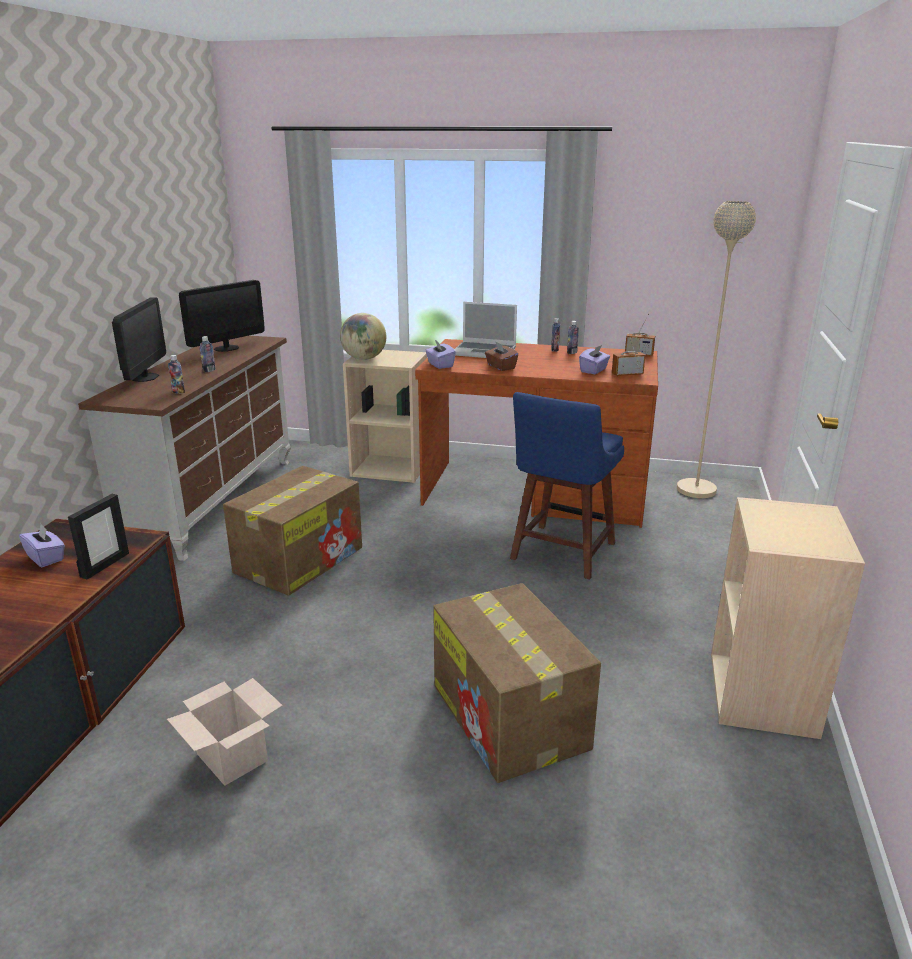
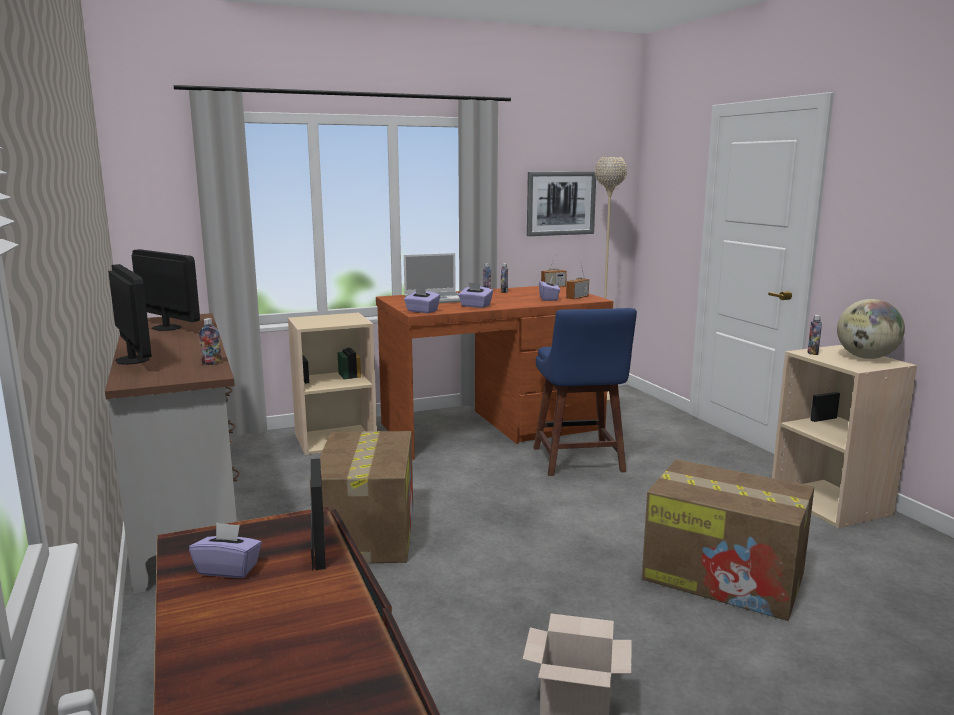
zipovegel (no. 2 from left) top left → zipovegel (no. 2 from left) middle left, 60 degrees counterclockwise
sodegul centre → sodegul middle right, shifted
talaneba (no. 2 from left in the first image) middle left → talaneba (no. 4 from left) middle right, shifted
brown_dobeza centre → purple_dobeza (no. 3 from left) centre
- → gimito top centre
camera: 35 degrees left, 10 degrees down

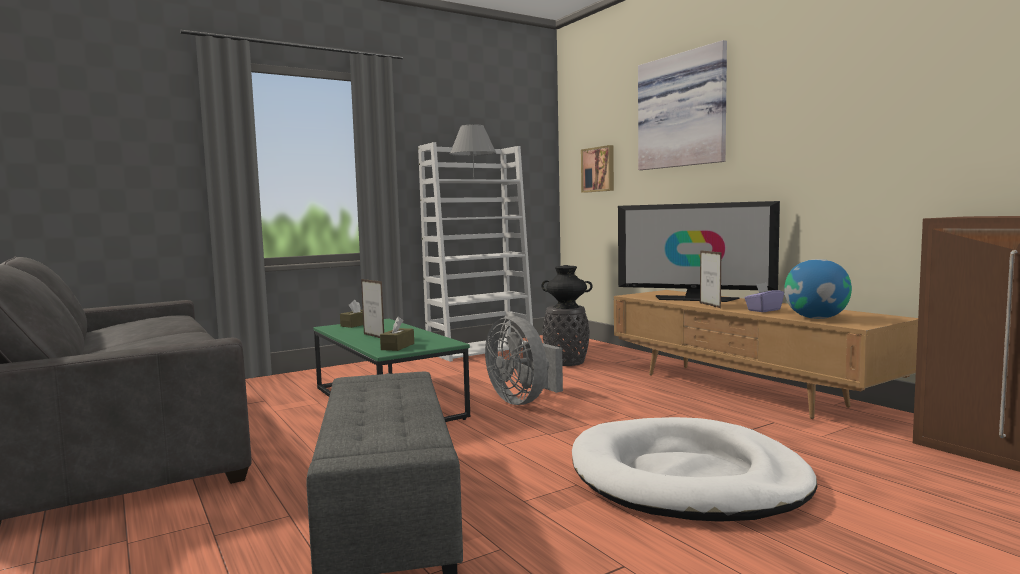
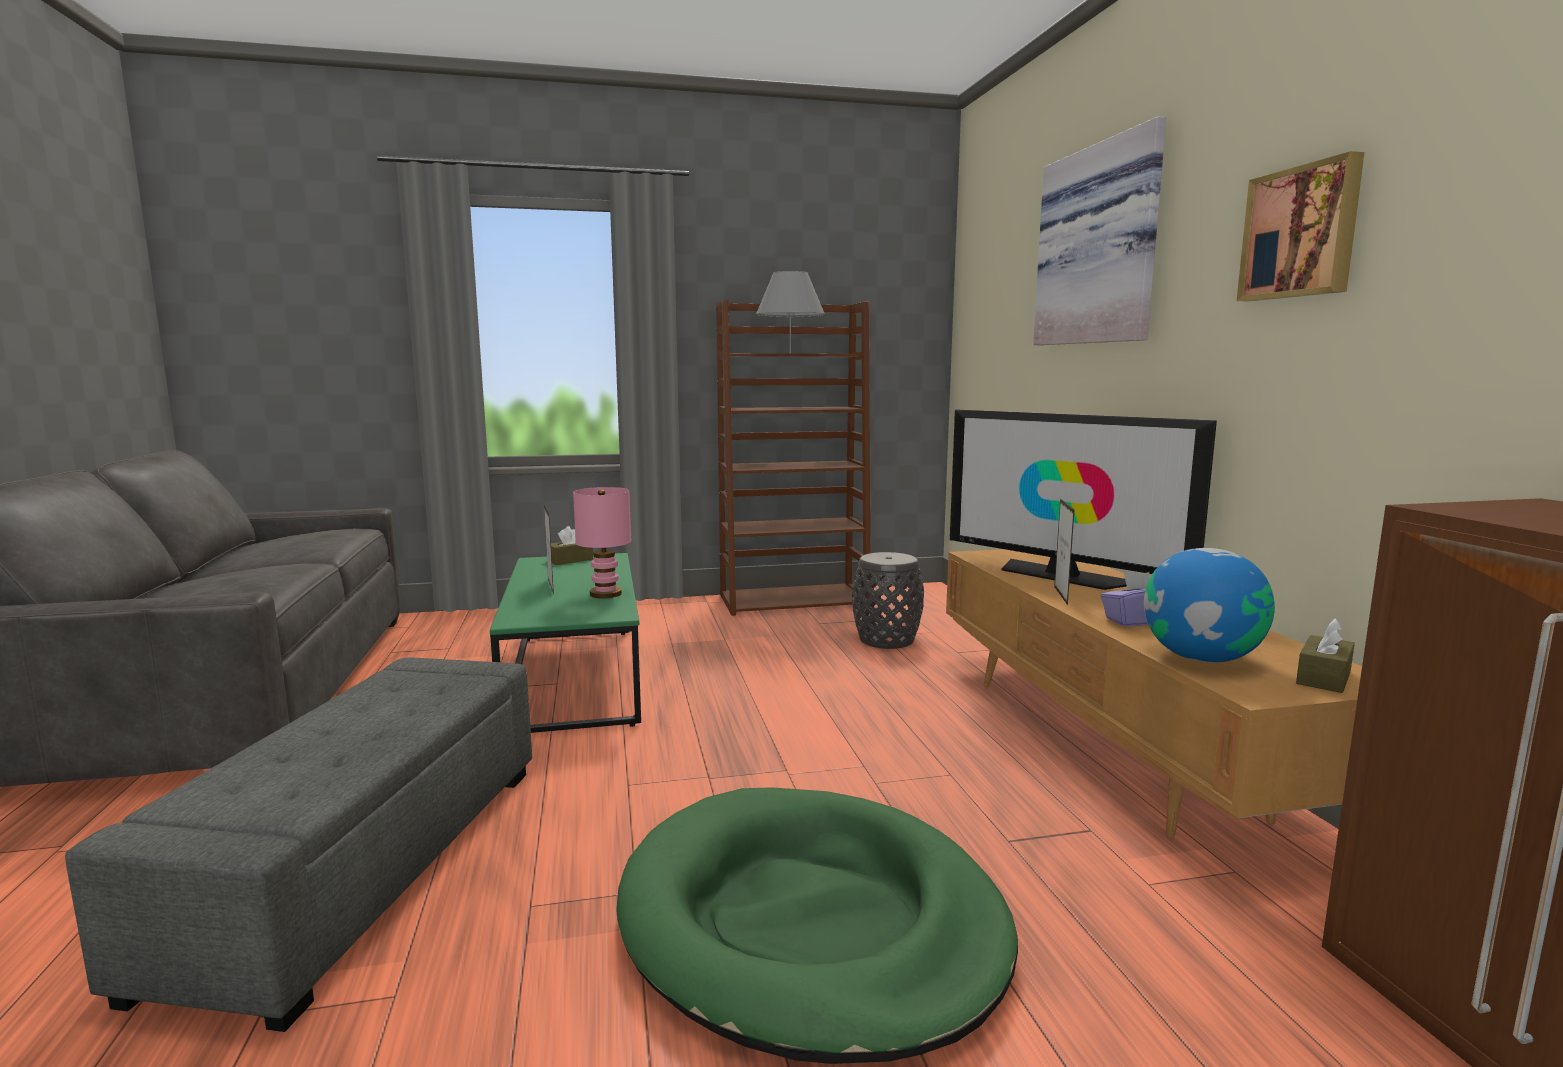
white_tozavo centre → brown_tozavo centre
gimito (no. 1 from left in the first image) top centre → gimito (no. 2 from left) top right, shifted
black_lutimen centre → -
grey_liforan centre → -
brown_dobeza (no. 2 from left) centre → brown_dobeza (no. 2 from left) middle right, shifted
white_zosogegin bottom right → green_zosogegin bottom centre
- → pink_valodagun centre
camera: 20 degrees right, 5 degrees up

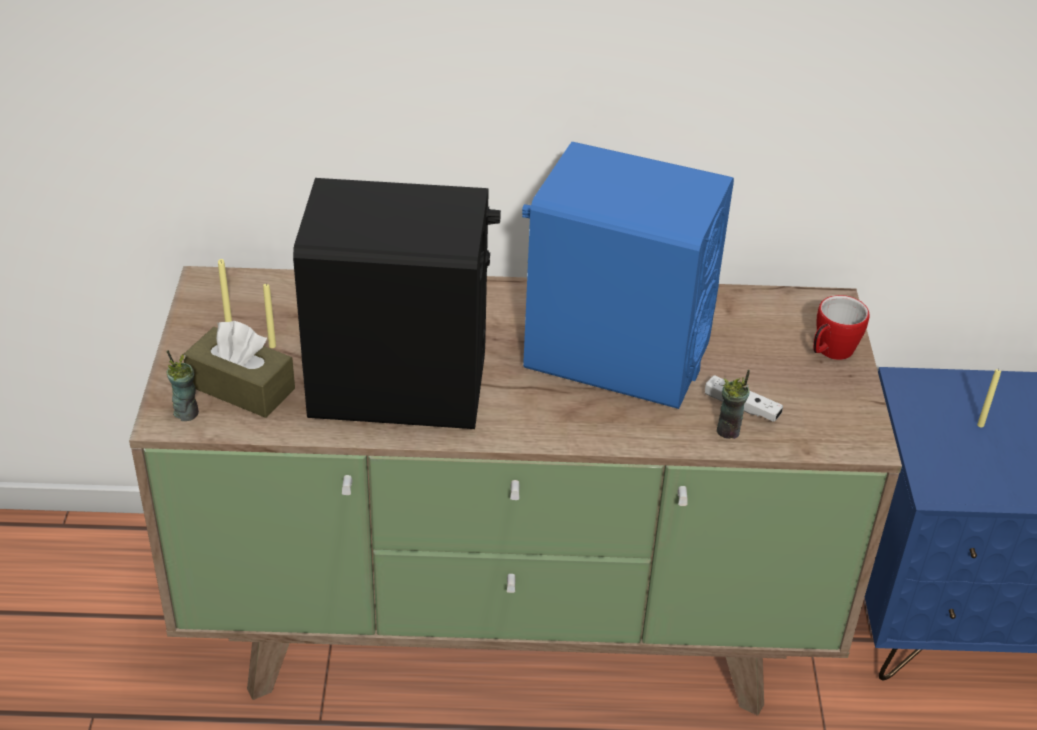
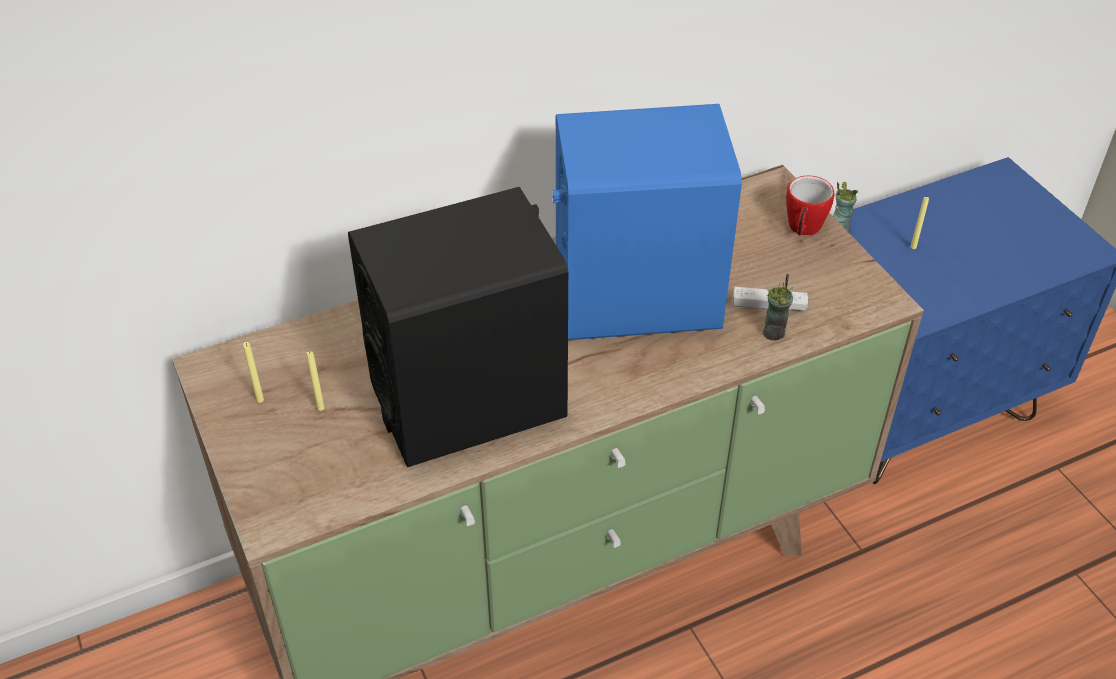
brown_dobeza middle left → -
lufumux (no. 1 from left in the first image) middle left → lufumux (no. 2 from left) top right, shifted
camera: 25 degrees left, 5 degrees up

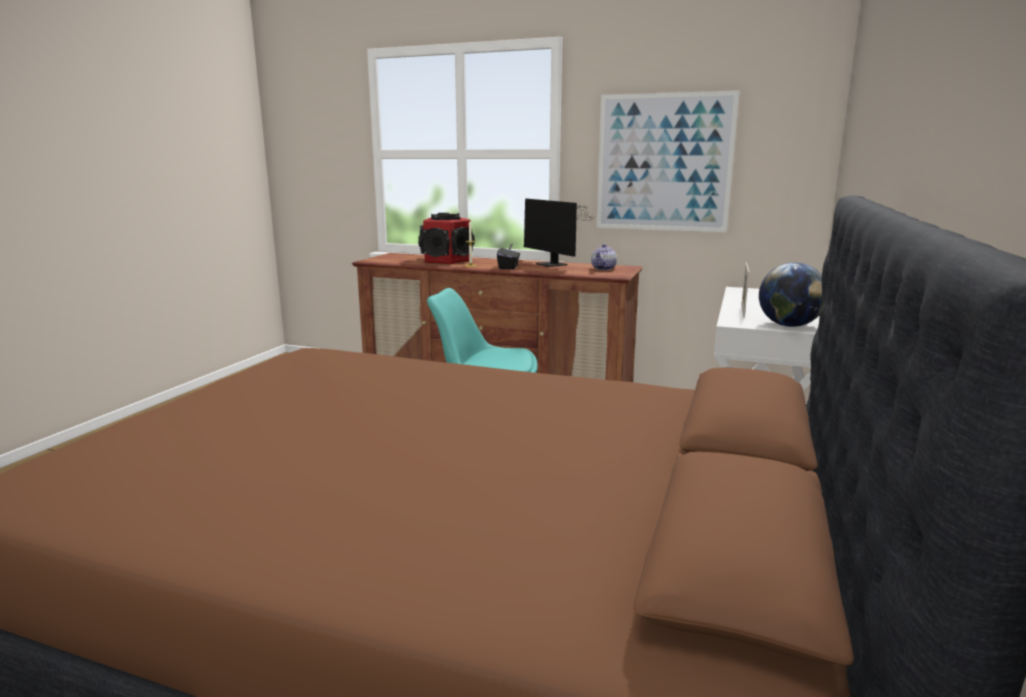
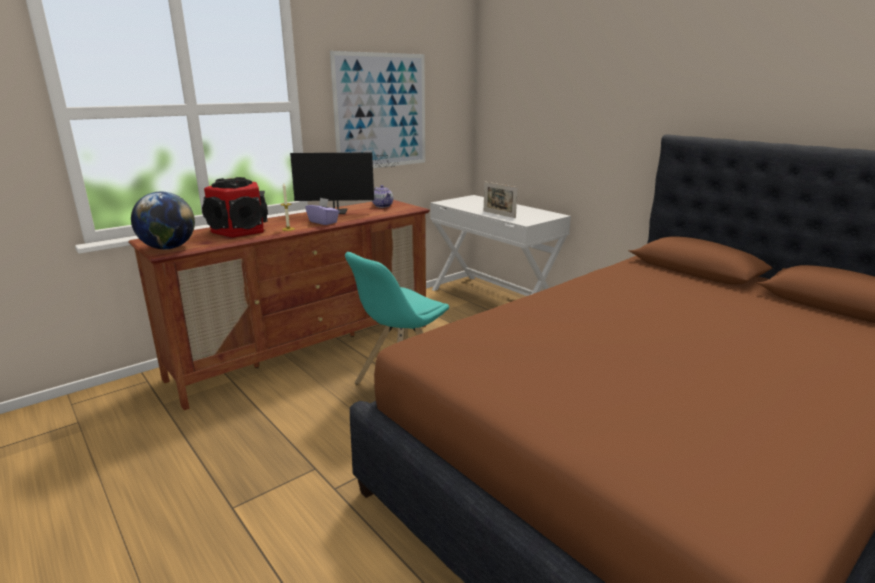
black_dobeza centre → purple_dobeza centre
sodegul middle right → sodegul middle left, shifted
camera: 60 degrees left, 5 degrees up

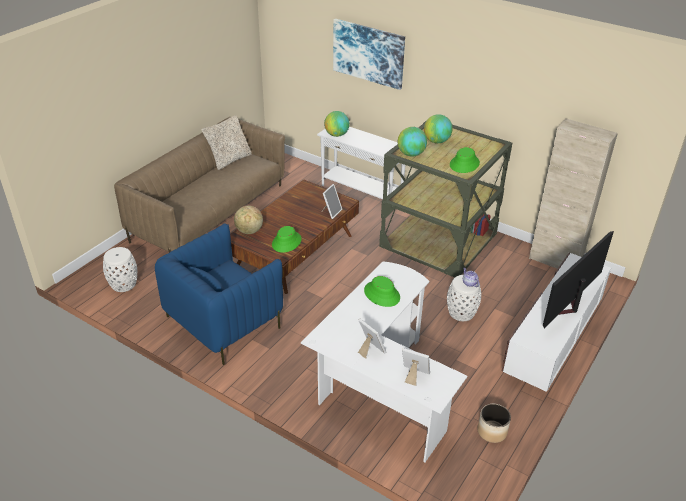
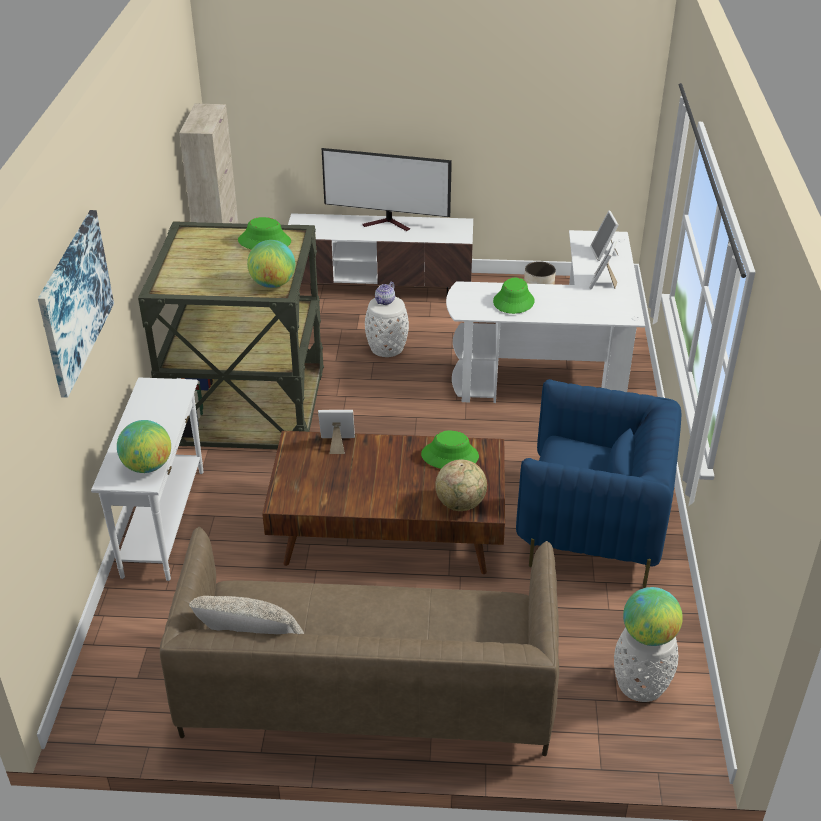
sodegul (no. 4 from left) top centre → sodegul (no. 4 from left) bottom right, shifted
camera: 120 degrees left, 0 degrees up

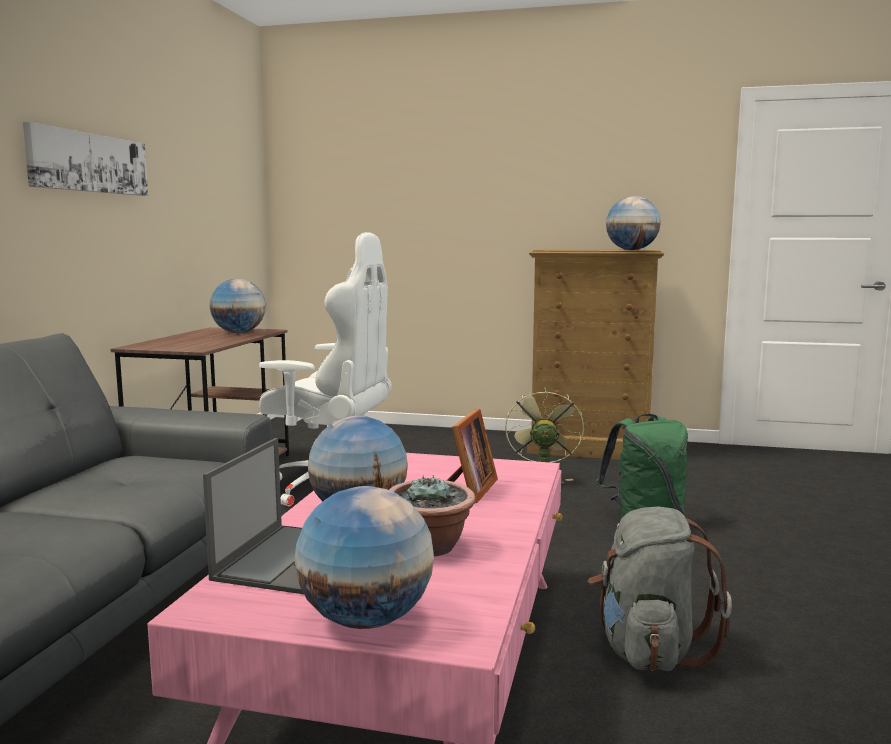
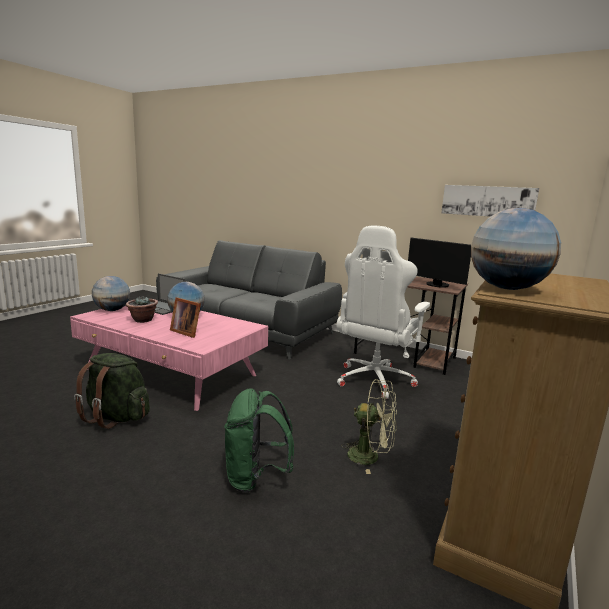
gimito top left → gimito top right, shifted
sodegul (no. 1 from left) middle left → zipovegel middle right
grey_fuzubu bottom right → green_fuzubu (no. 1 from left) middle left
camera: 105 degrees right, 5 degrees up

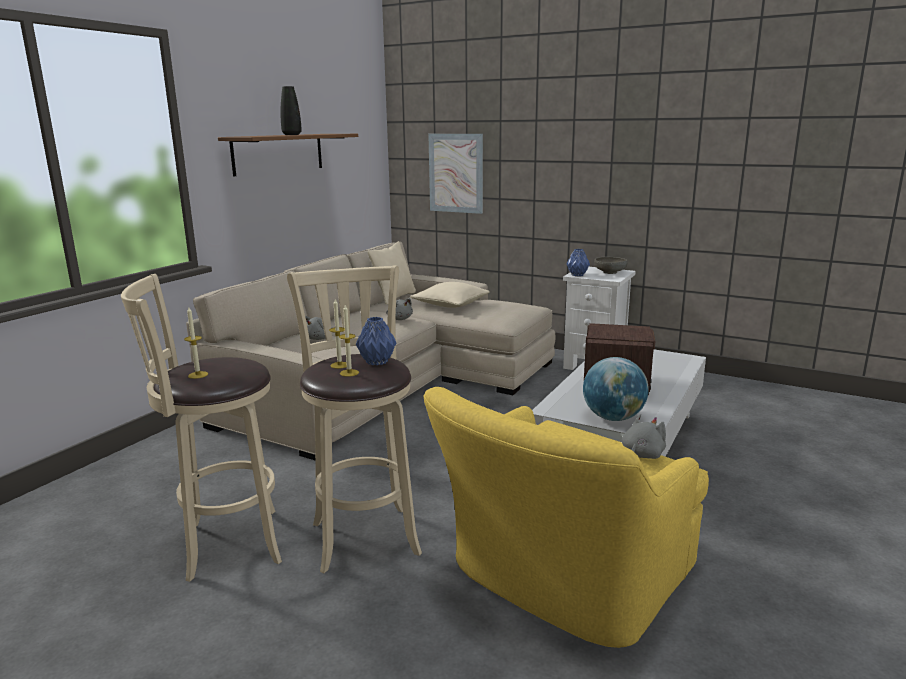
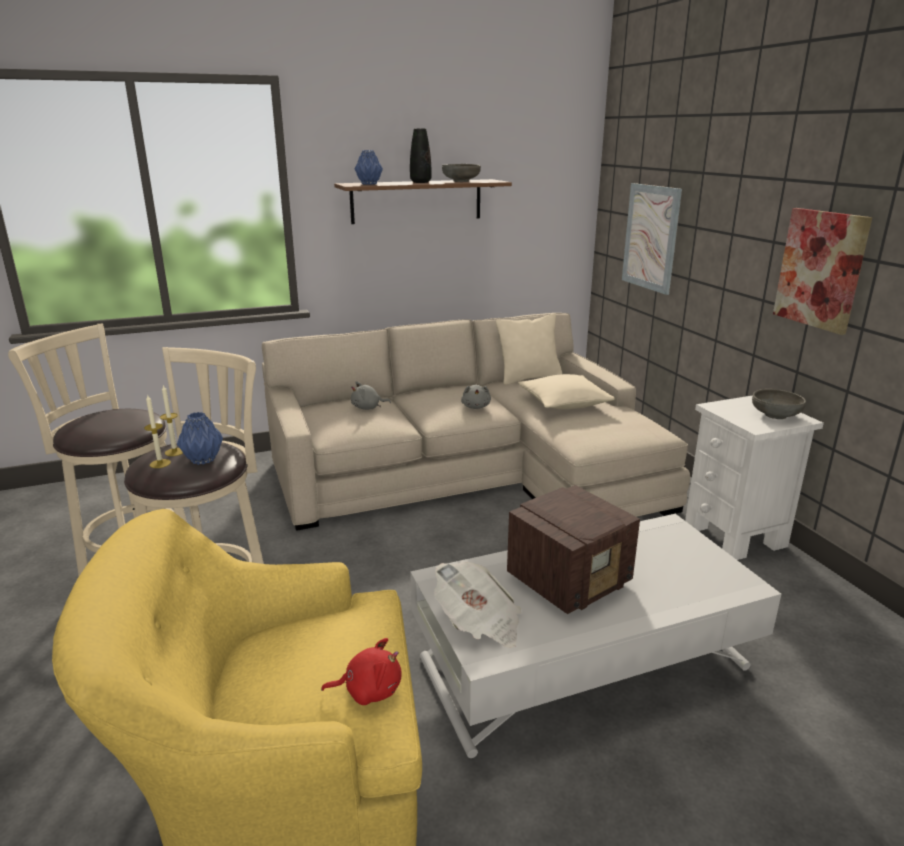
blue_lutimen (no. 2 from left) centre → blue_lutimen (no. 2 from left) top centre, shifted
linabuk (no. 1 from left) middle left → -
sodegul middle right → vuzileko bottom centre
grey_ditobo (no. 3 from left) middle right → red_ditobo bottom centre
- → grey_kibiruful (no. 1 from left) top centre
- → gimito (no. 2 from left) top right
camera: 40 degrees right, 5 degrees up

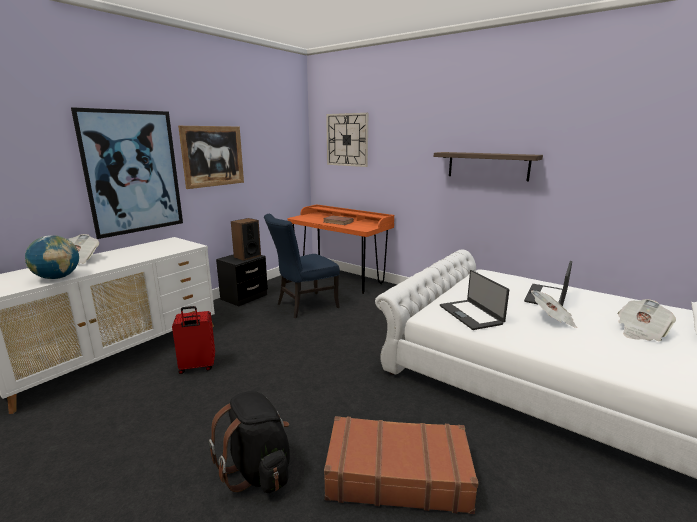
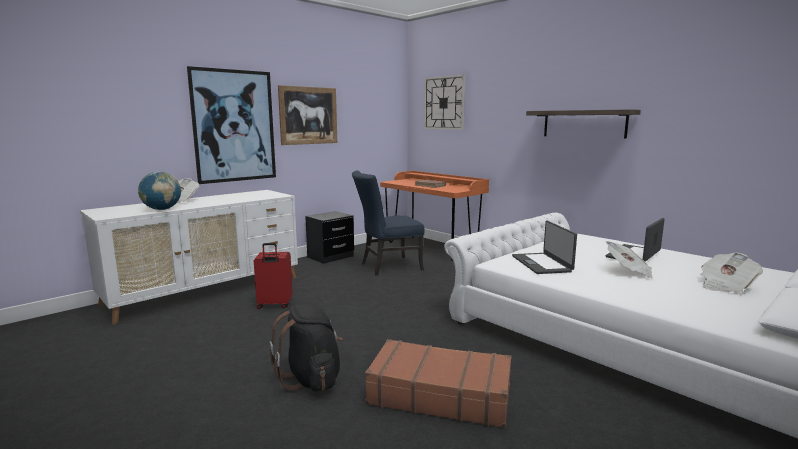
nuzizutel centre → -
camera: 10 degrees right, 5 degrees down

